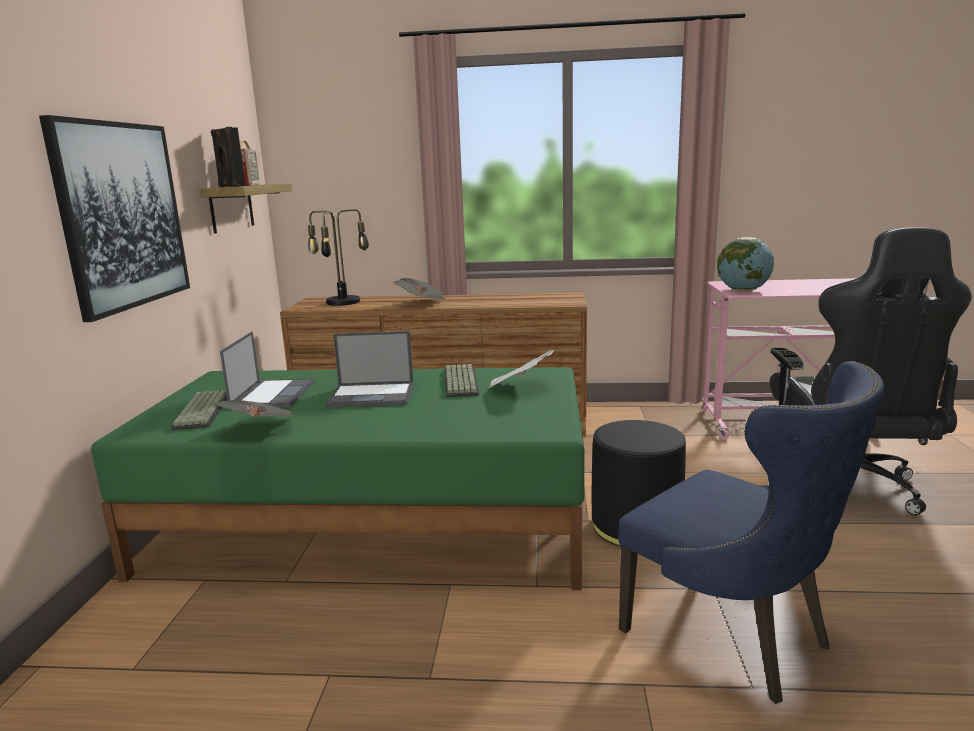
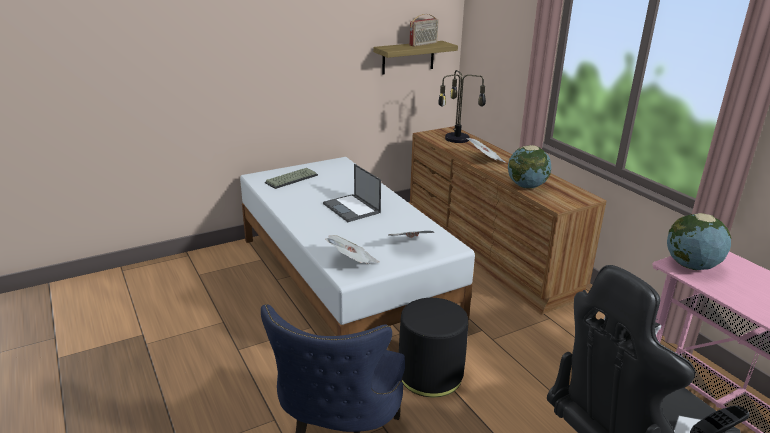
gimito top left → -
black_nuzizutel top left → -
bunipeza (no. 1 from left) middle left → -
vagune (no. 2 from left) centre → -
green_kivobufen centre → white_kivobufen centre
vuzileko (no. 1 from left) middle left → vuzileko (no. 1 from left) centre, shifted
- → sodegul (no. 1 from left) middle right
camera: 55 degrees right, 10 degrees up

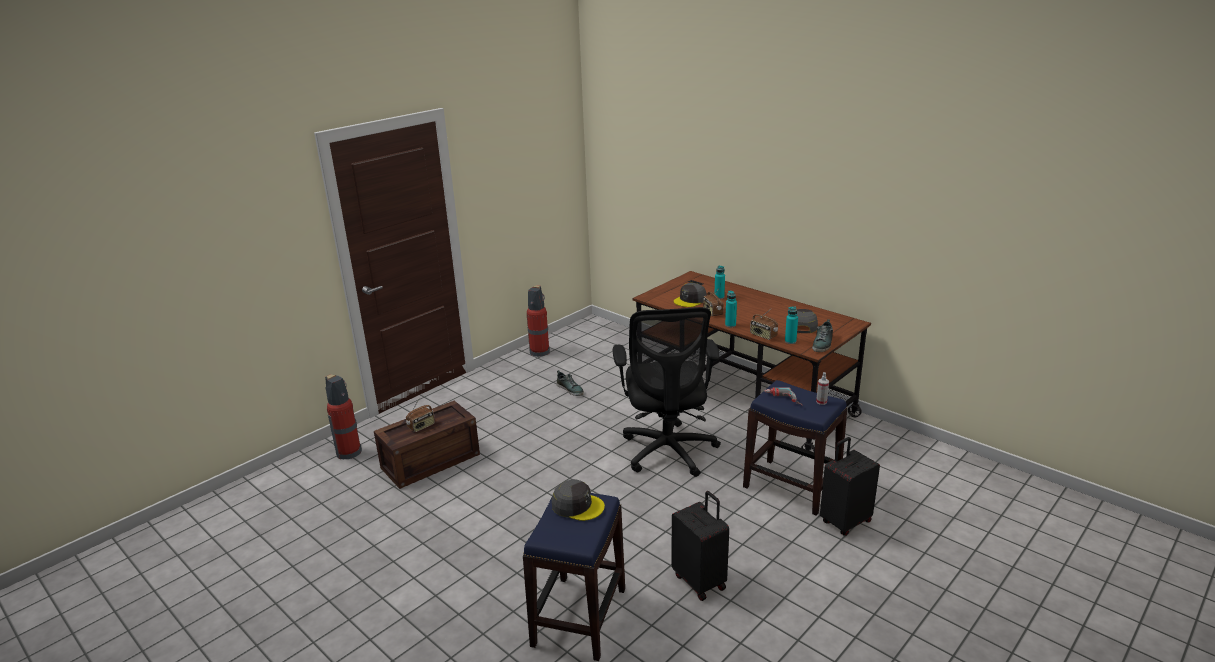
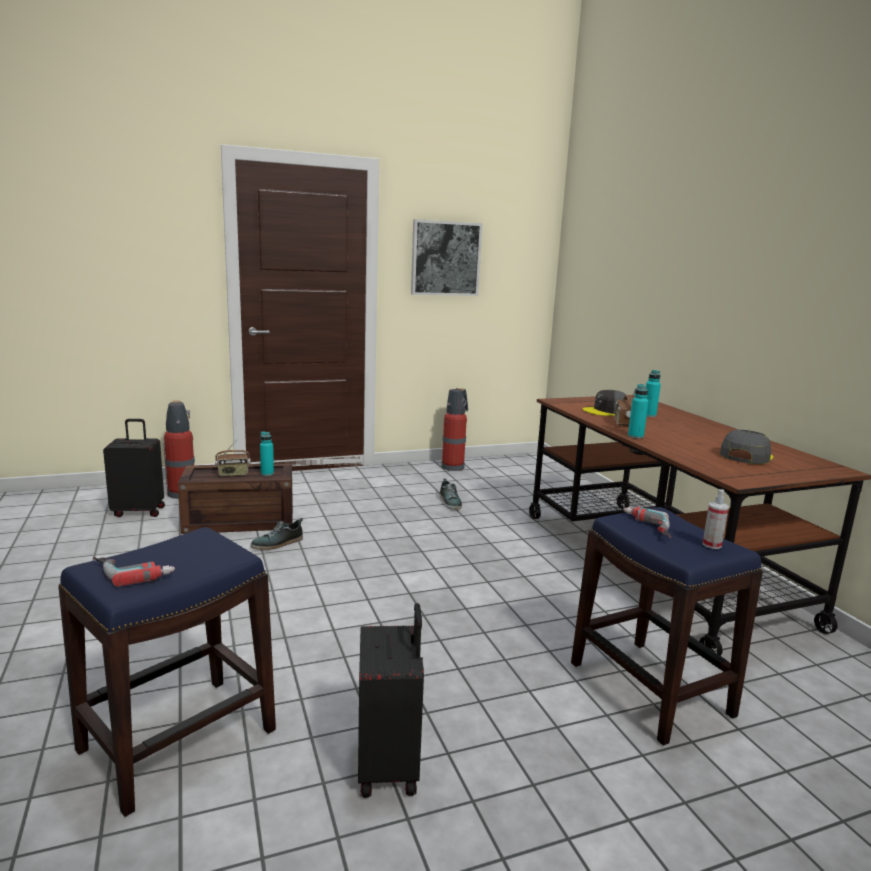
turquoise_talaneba (no. 3 from left in the first image) centre → turquoise_talaneba (no. 1 from left) middle left, shifted
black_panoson centre → -
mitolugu (no. 3 from left) centre → -
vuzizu (no. 2 from left in the first image) middle right → vuzizu (no. 1 from left) middle left, shifted
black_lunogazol (no. 2 from left in the first image) bottom right → black_lunogazol (no. 1 from left) middle left, shifted
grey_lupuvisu (no. 1 from left) bottom centre → -
- → gimito top centre
- → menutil (no. 1 from left) middle left
camera: 25 degrees right, 10 degrees down

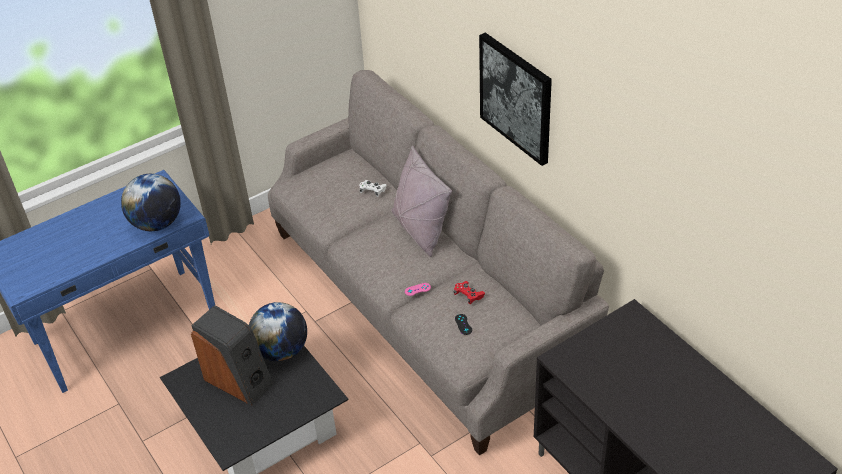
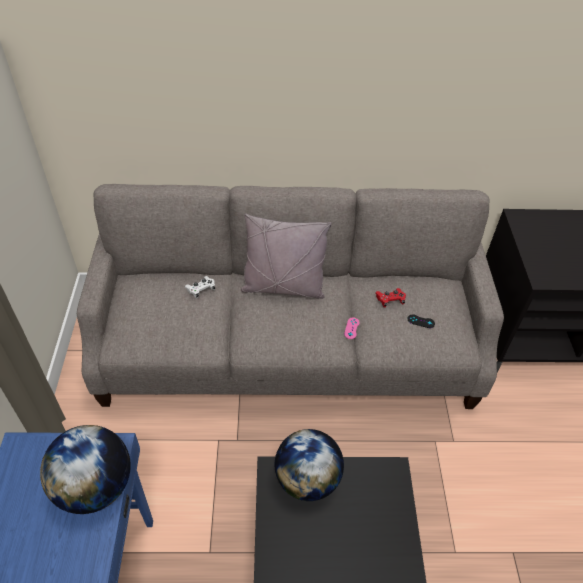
gimito top centre → -
nuzizutel bottom left → -
camera: 60 degrees left, 5 degrees up

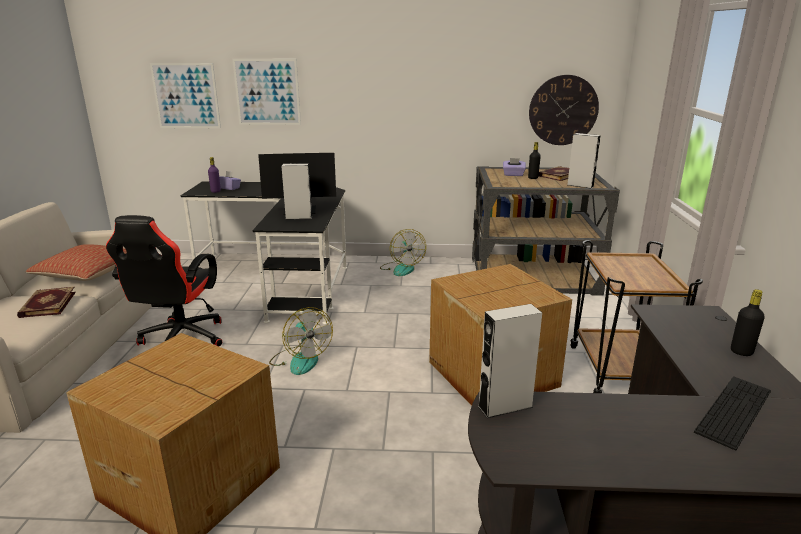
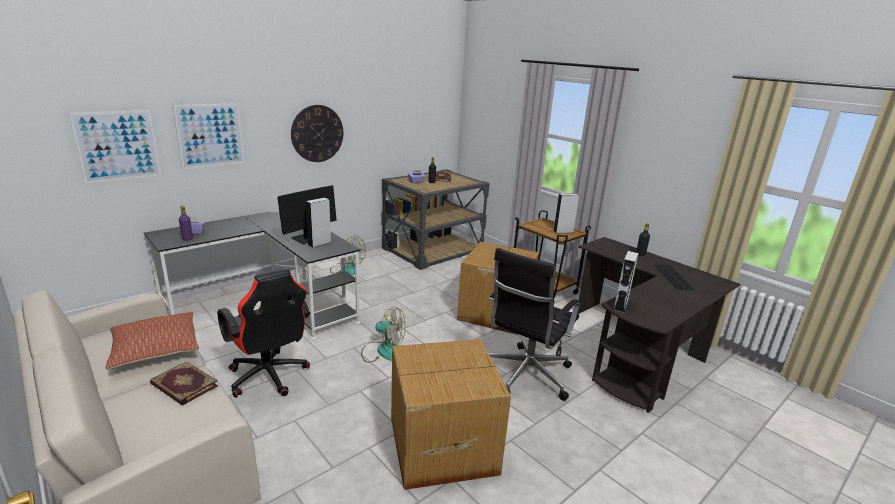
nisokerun top right → nisokerun top centre, shifted
grey_nuzizutel (no. 3 from left in the first image) top right → grey_nuzizutel (no. 2 from left) centre, shifted
- → black_panoson (no. 2 from left) centre
camera: 45 degrees left, 0 degrees up

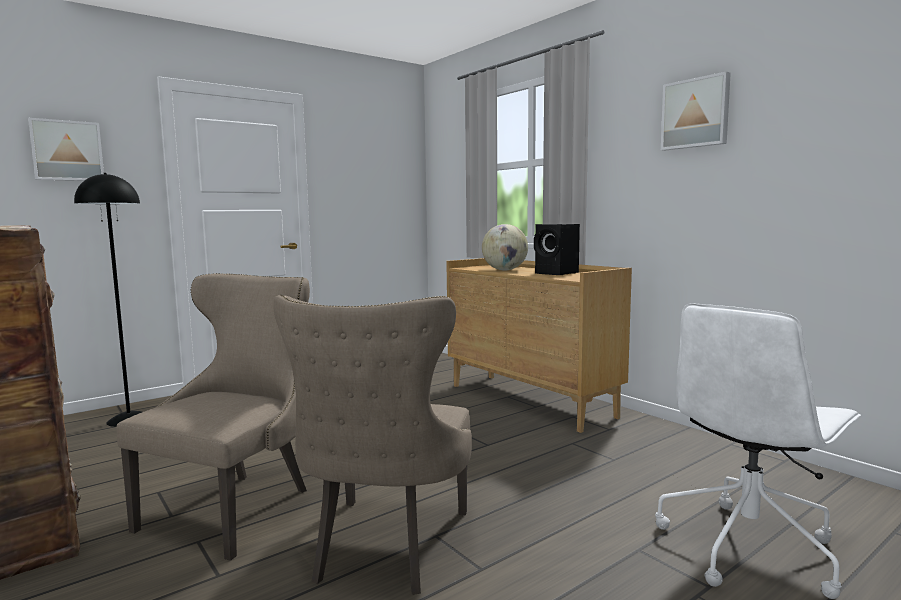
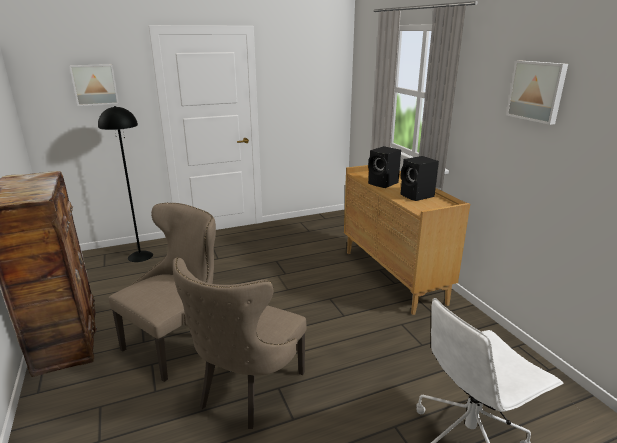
sodegul centre → black_nuzizutel (no. 1 from left) centre
camera: 15 degrees right, 15 degrees up

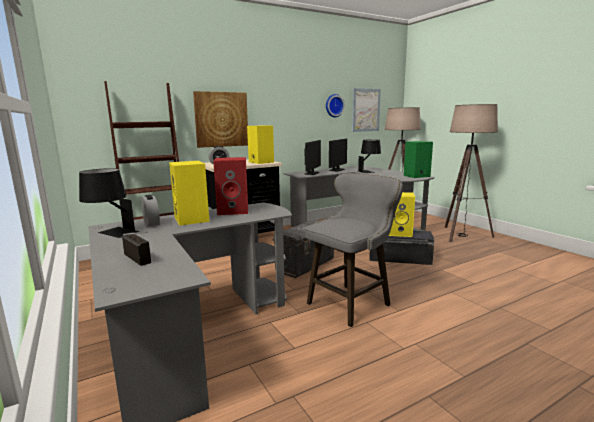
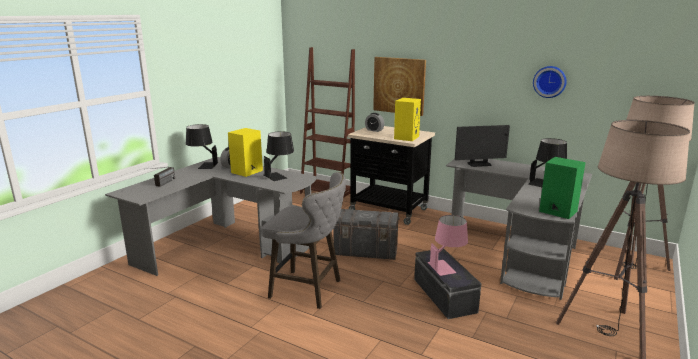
gimito (no. 2 from left) top centre → -
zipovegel (no. 2 from left) centre → -
red_nuzizutel centre → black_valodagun (no. 2 from left) centre
yellow_nuzizutel (no. 3 from left) middle right → pink_valodagun bottom centre
camera: 60 degrees right, 5 degrees up

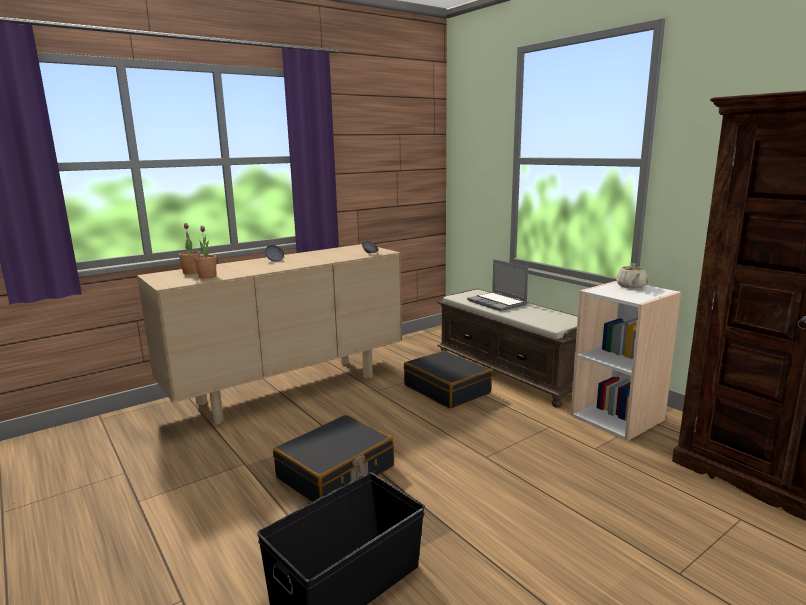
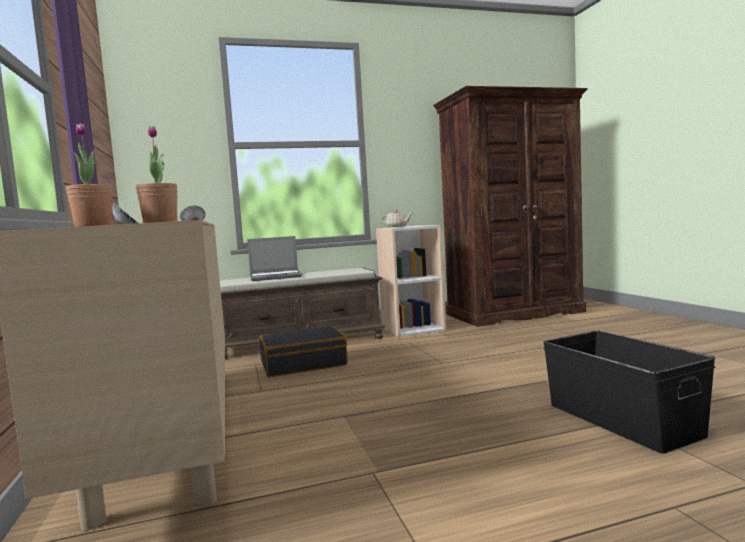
black_lunogazol (no. 1 from left) bottom centre → -
camera: 70 degrees left, 10 degrees down

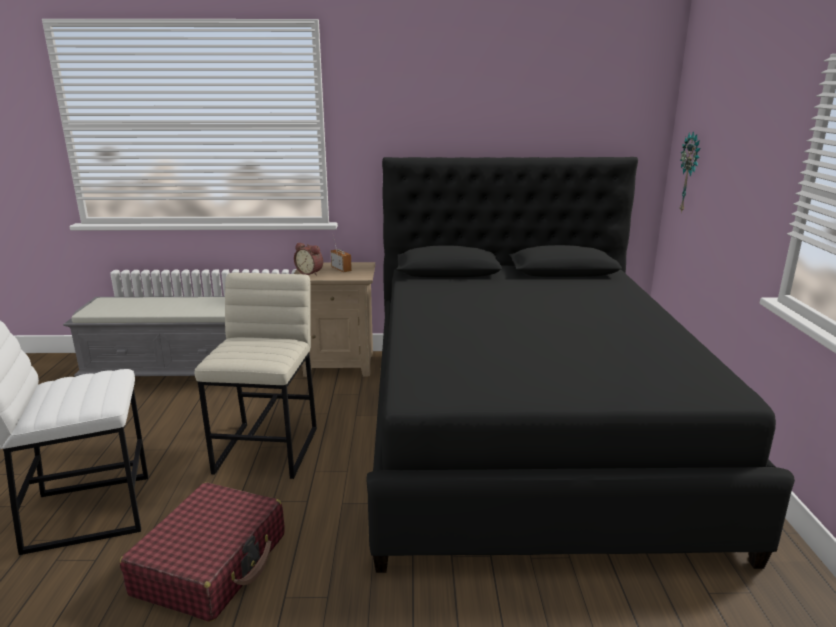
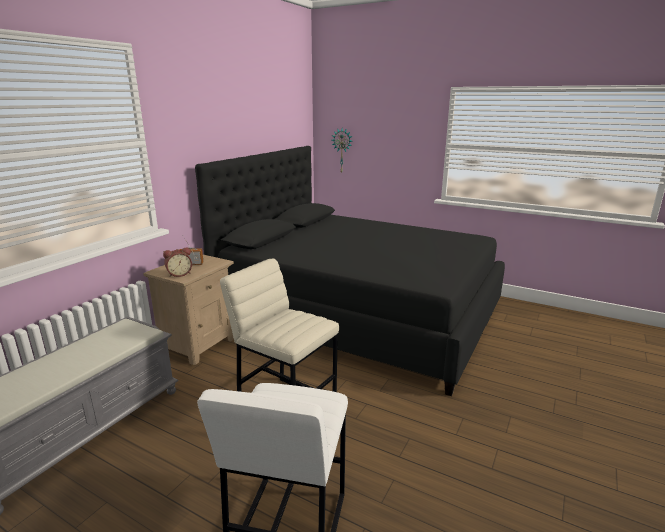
red_lunogazol bottom left → -
camera: 60 degrees left, 0 degrees up

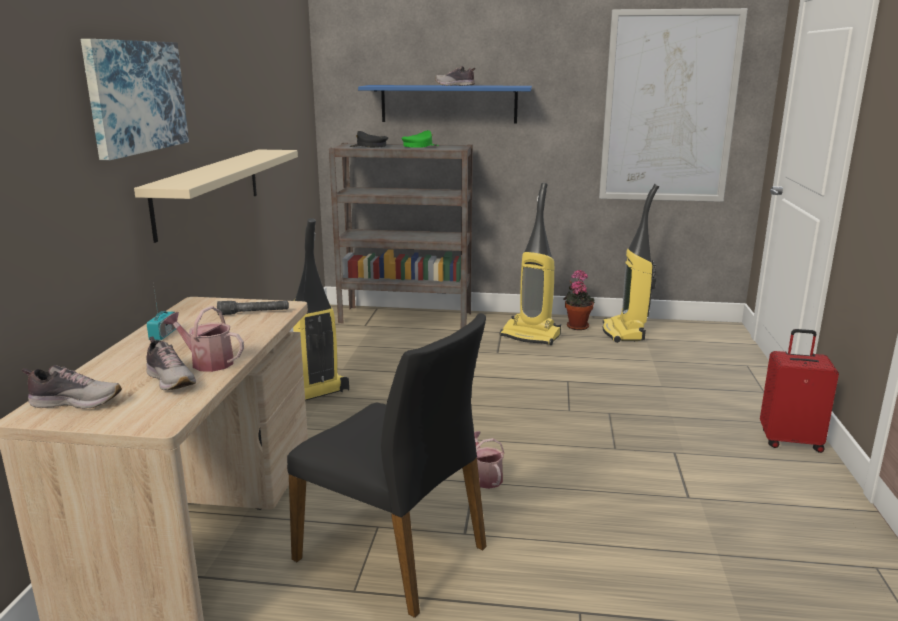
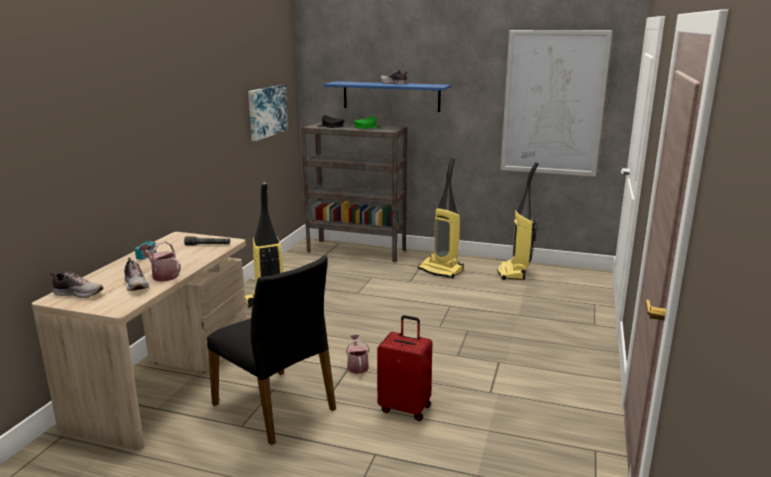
gimito (no. 1 from left) top left → gimito (no. 1 from left) top centre, shifted
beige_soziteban top left → -
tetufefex centre → -
red_lunogazol middle right → red_lunogazol bottom centre, shifted
camera: 10 degrees right, 0 degrees up

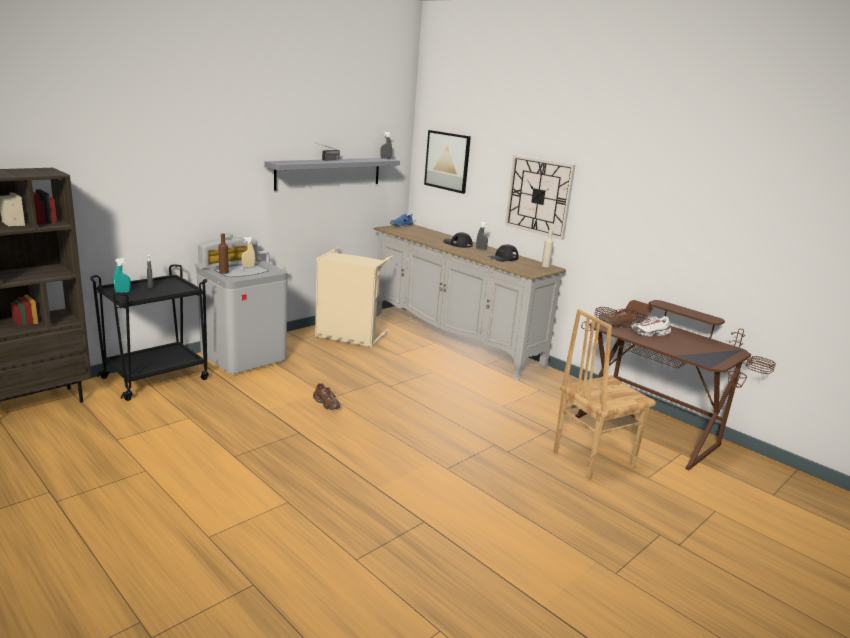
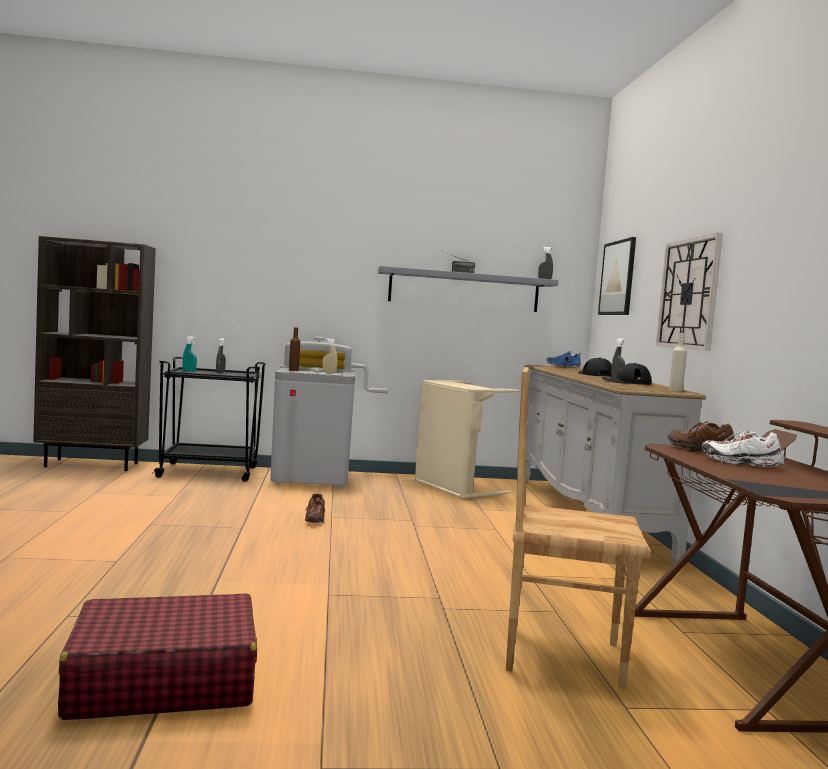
- → red_lunogazol bottom left
camera: 40 degrees right, 15 degrees down

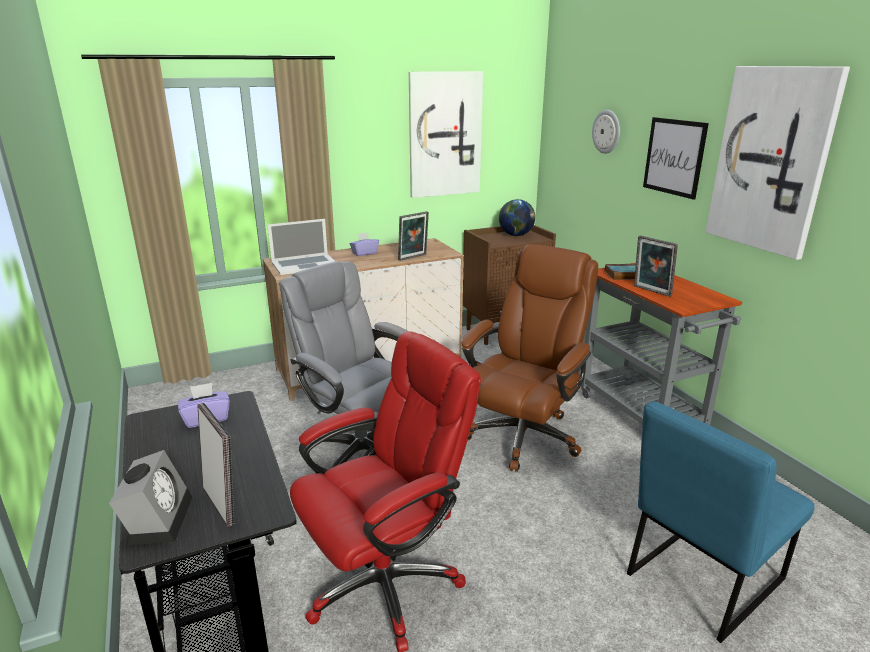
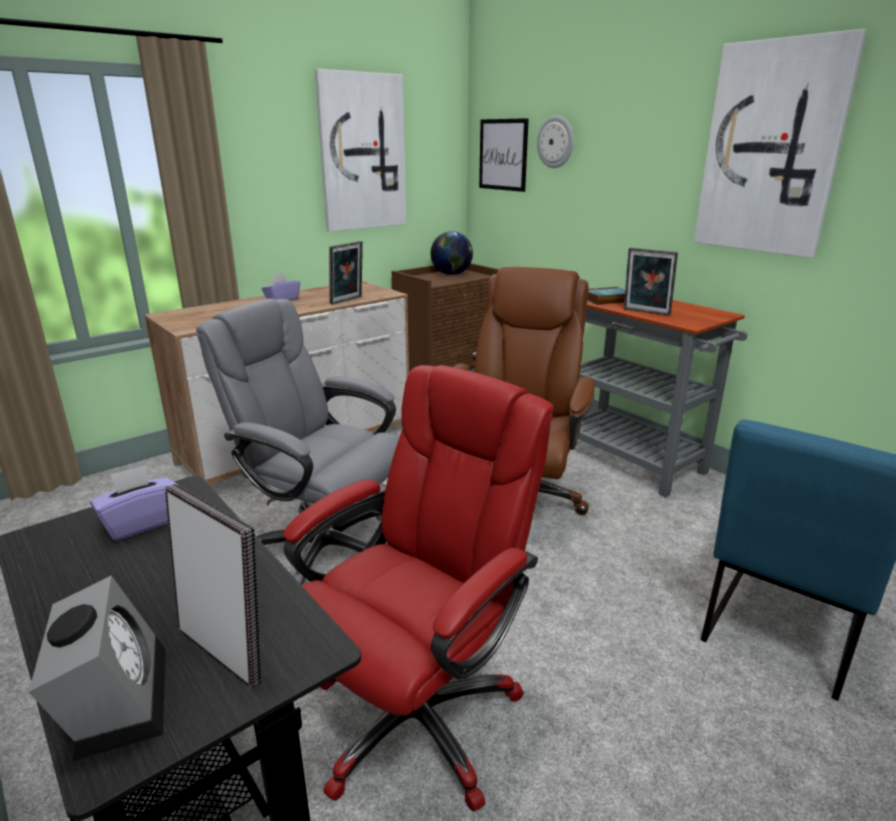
gimito (no. 2 from left) top right → gimito (no. 2 from left) top centre, shifted
bunipeza centre → -
camera: 15 degrees left, 0 degrees up

